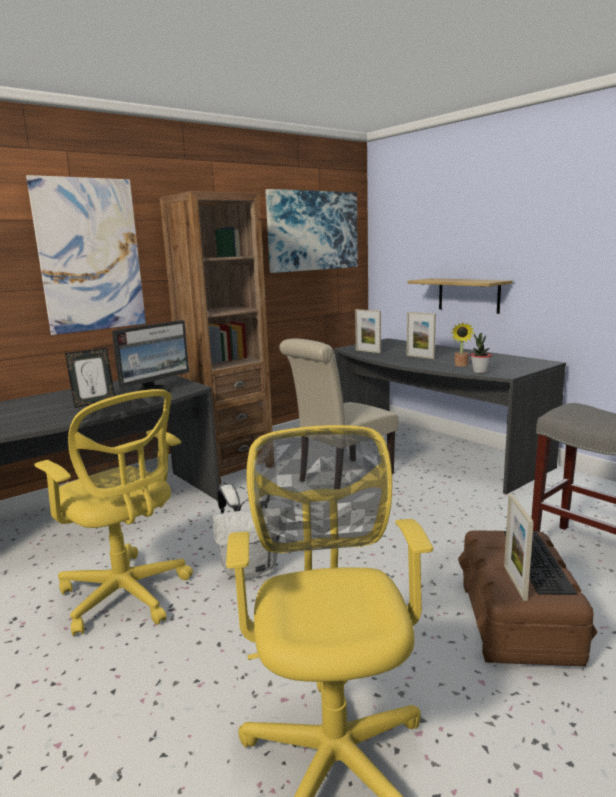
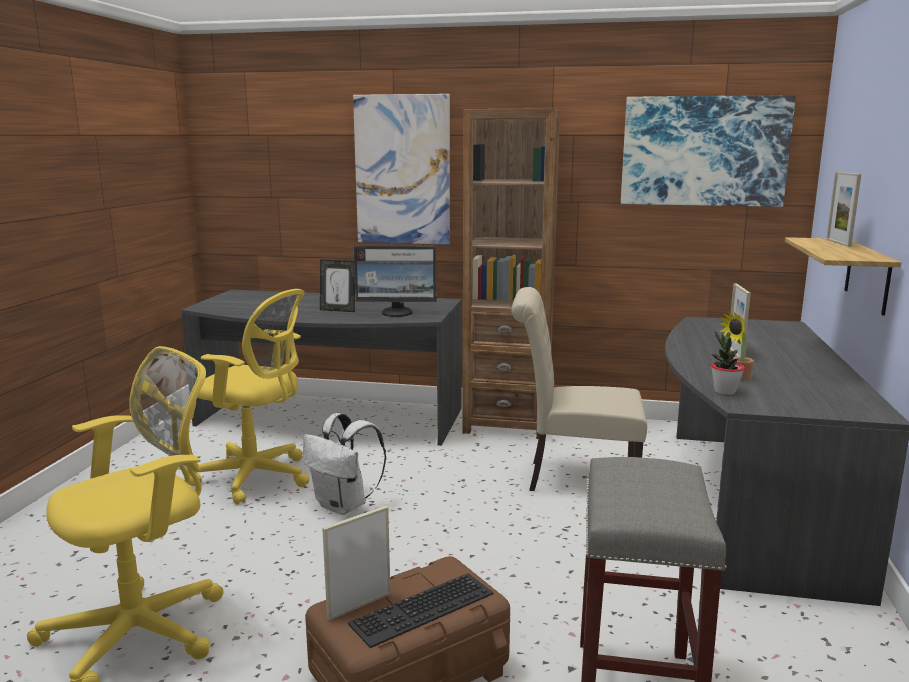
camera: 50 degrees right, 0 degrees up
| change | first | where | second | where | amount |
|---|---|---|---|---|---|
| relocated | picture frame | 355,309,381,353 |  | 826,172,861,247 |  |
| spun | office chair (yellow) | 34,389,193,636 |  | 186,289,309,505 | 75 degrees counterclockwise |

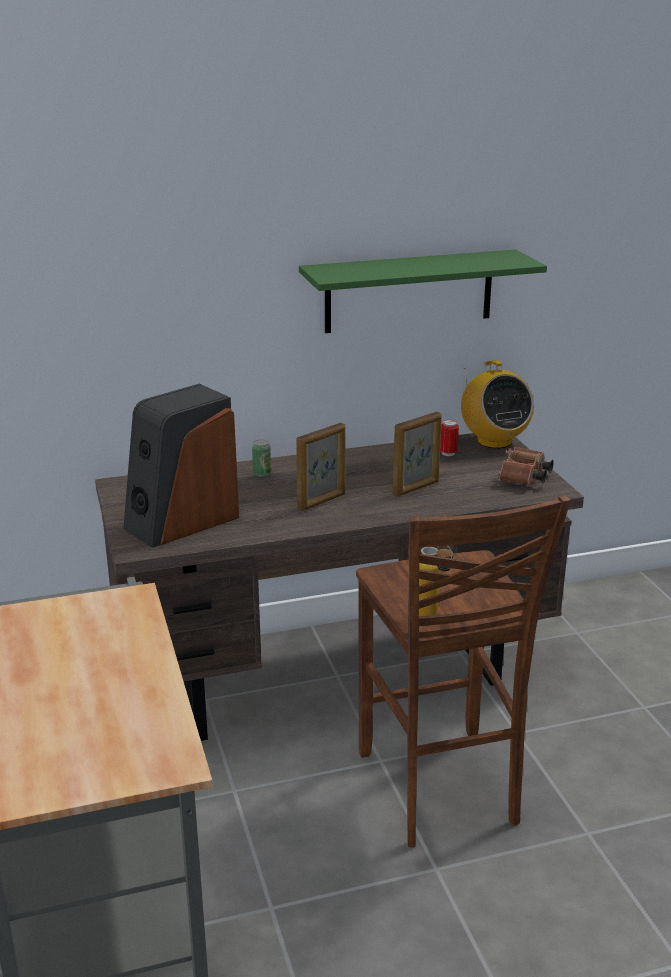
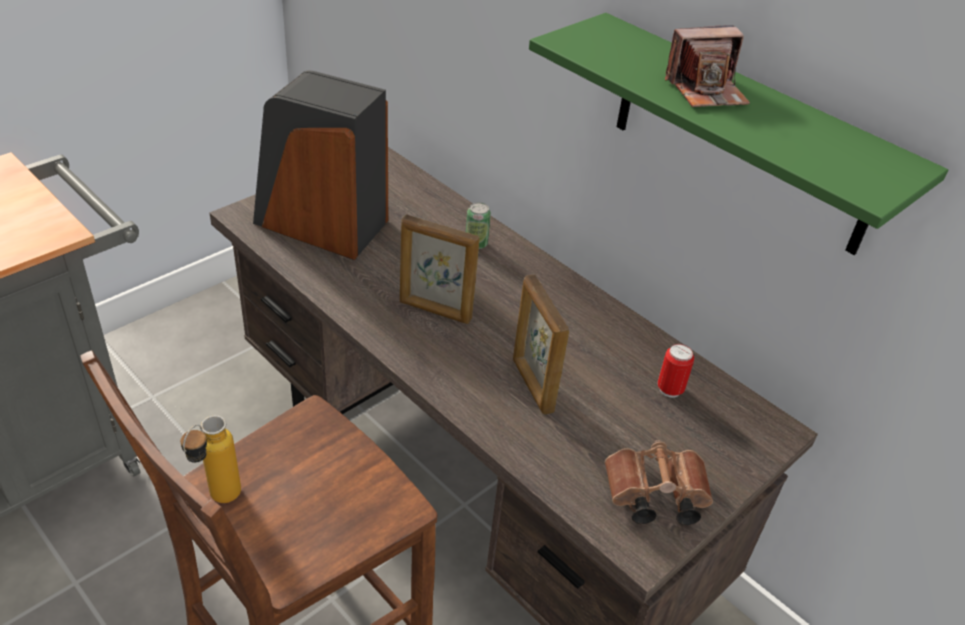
camera: 60 degrees right, 15 degrees up
| change | first | where | second | where | amount |
|---|---|---|---|---|---|
| missing | radio | 461,360,534,449 |  |  |  |
| appeared |  |  | photo camera | 665,25,750,107 |  |
| spun | picture frame | 392,412,442,497 |  | 513,275,569,415 | 45 degrees clockwise |

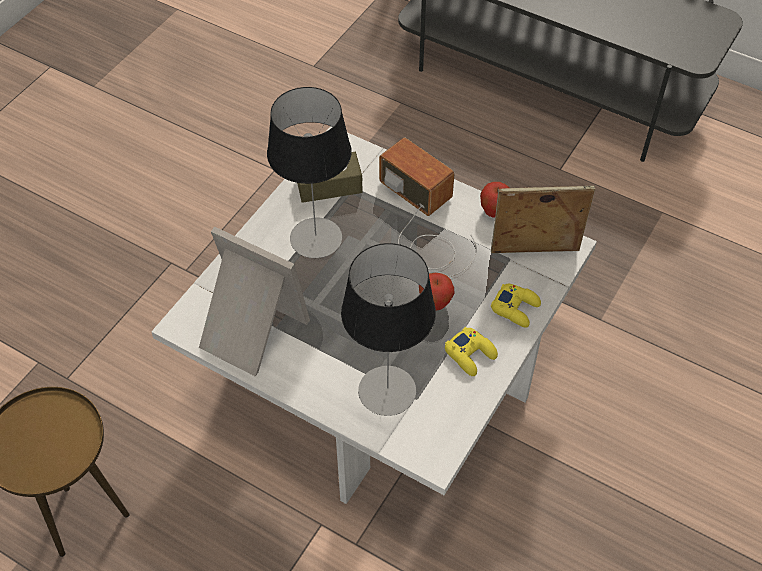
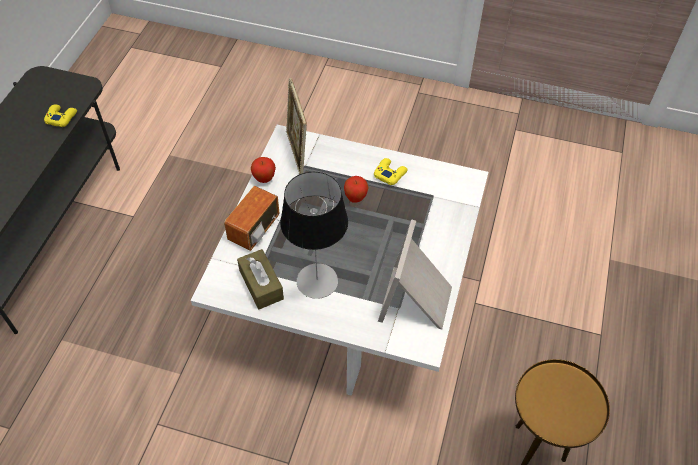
camera: 105 degrees left, 0 degrees up
| change | first | where | second | where | amount |
|---|---|---|---|---|---|
| missing | table lamp | 341,243,436,416 |  |  |  |
| relocated | game controller (yellow) | 491,284,541,328 |  | 44,104,77,127 |  |

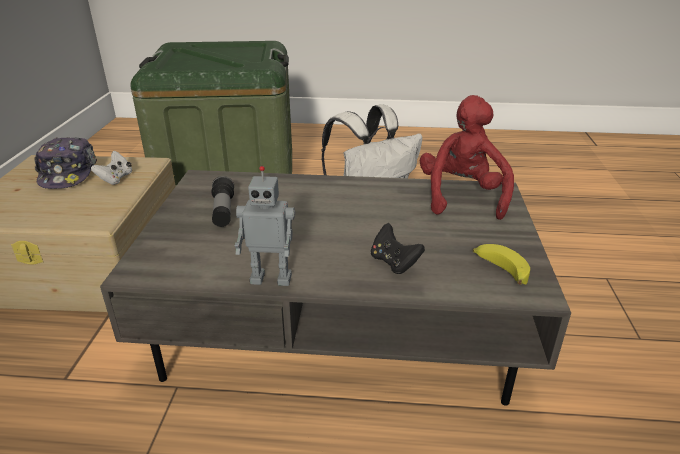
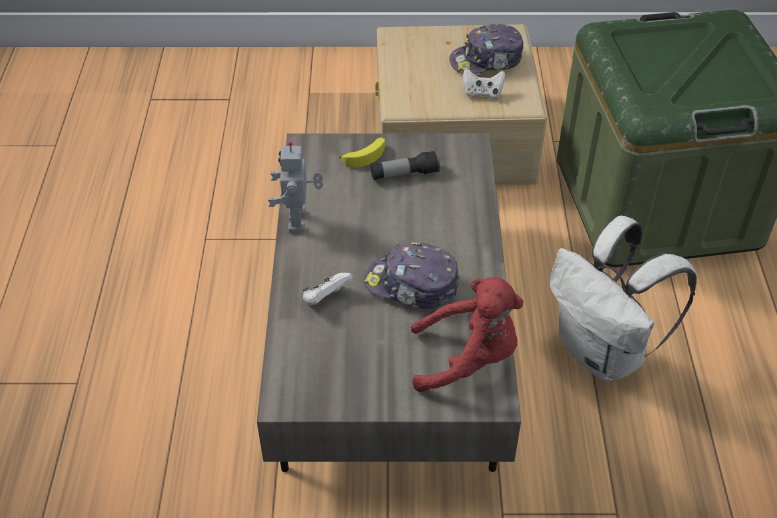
camera: 85 degrees right, 15 degrees up
| change | first | where | second | where | amount |
|---|---|---|---|---|---|
| appeared |  |  | cap | 364,242,460,309 |  |
| relocated | banana | 473,244,530,285 |  | 339,137,385,168 |  |
| colour | game controller (black) | 371,223,425,274 | game controller (white) | 303,273,353,305 |  |

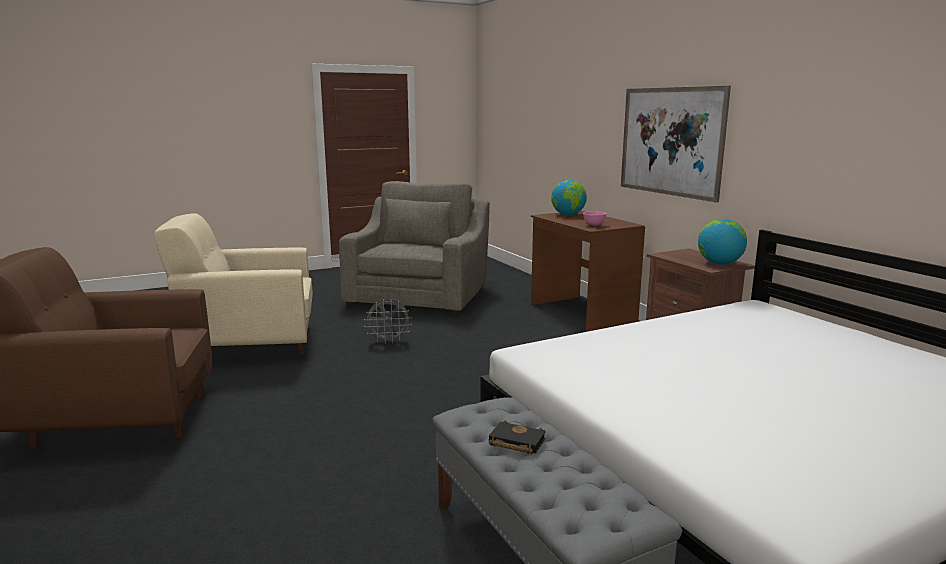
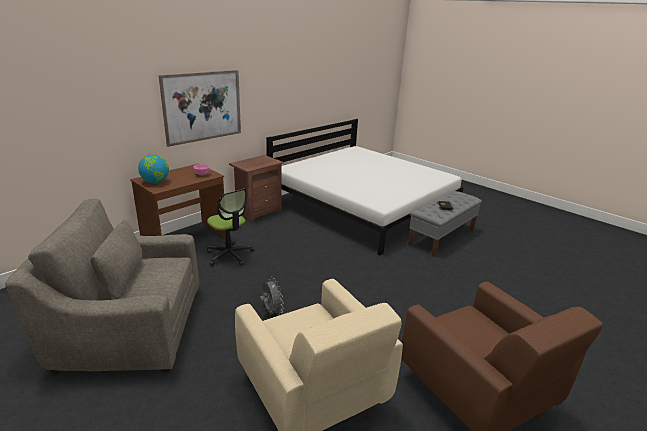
camera: 110 degrees left, 10 degrees up
| change | first | where | second | where | amount |
|---|---|---|---|---|---|
| missing | globe | 698,219,747,265 |  |  |  |
| appeared |  |  | office chair | 207,189,254,266 |  |

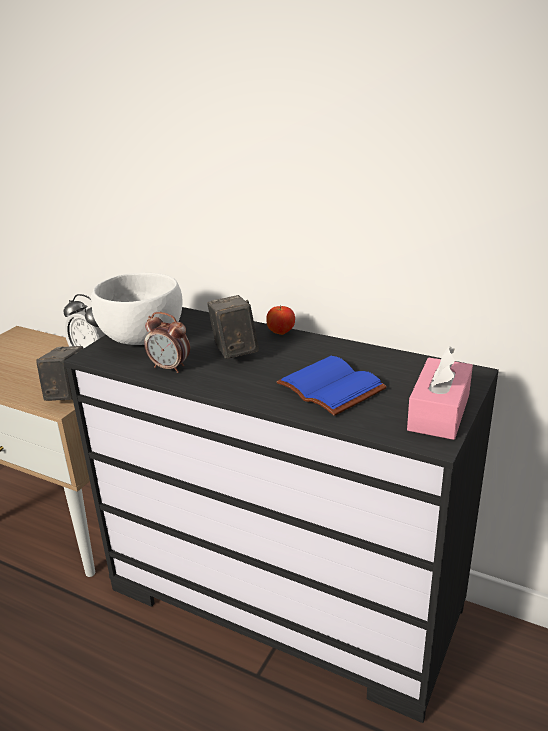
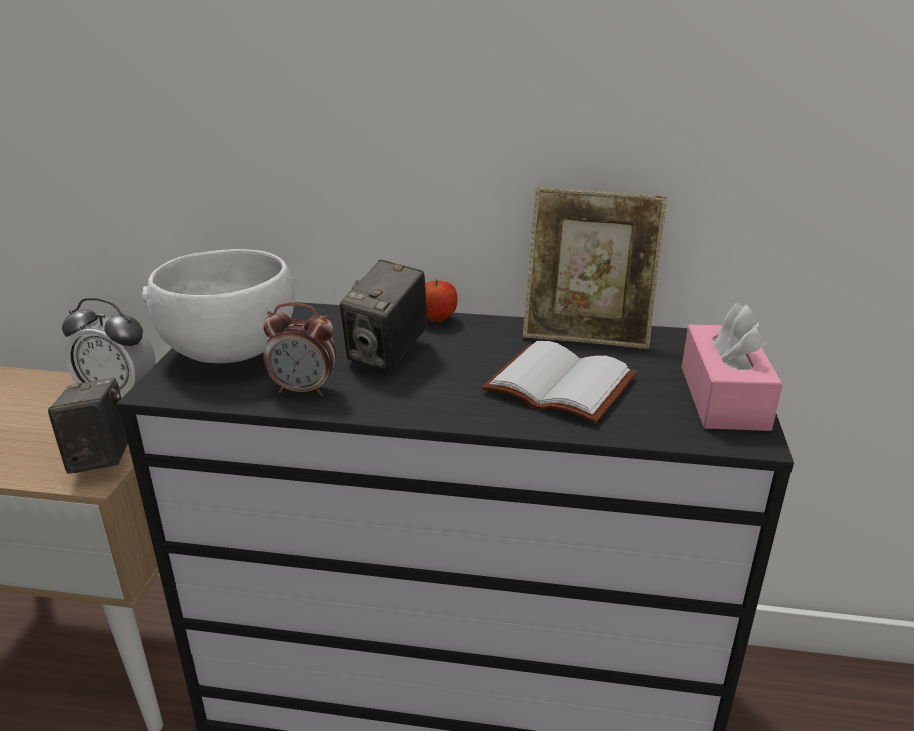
camera: 20 degrees left, 0 degrees up
| change | first | where | second | where | amount |
|---|---|---|---|---|---|
| appeared |  |  | picture frame | 523,187,668,349 |  |
| colour | book (blue) | 276,356,387,416 | book (white) | 482,341,636,424 |  |
| spun | photo camera | 207,295,259,359 |  | 340,260,428,372 | 120 degrees counterclockwise |

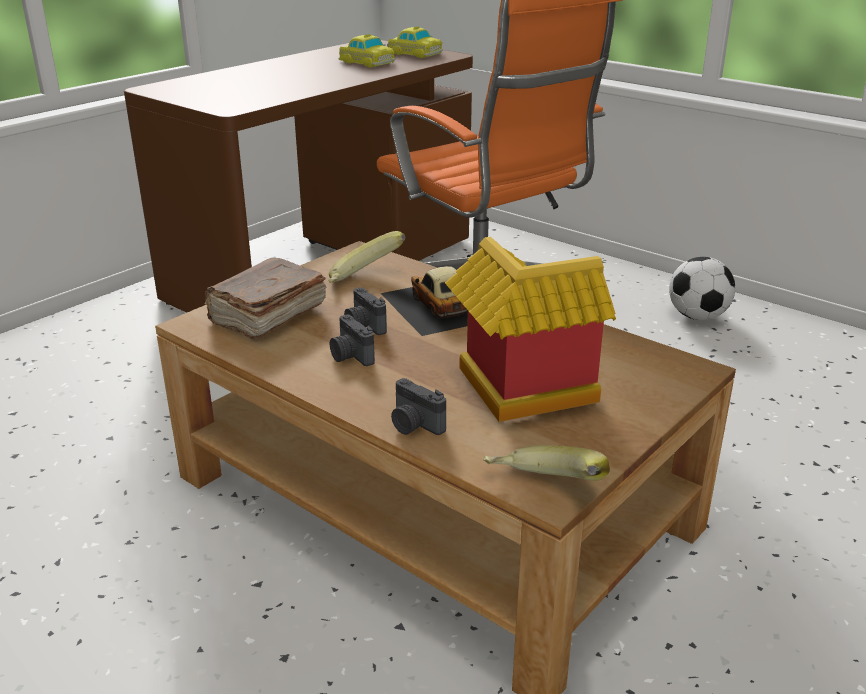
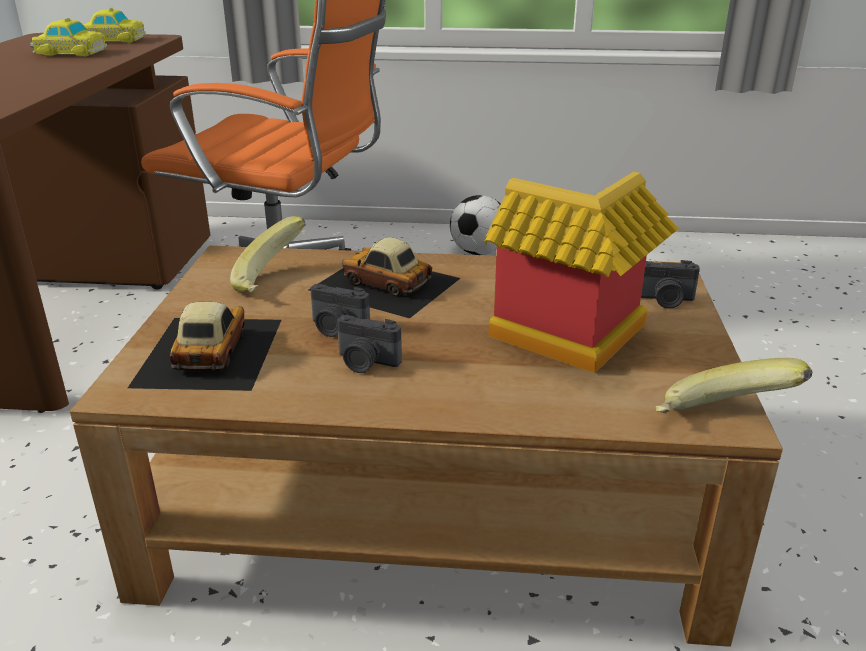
camera: 35 degrees left, 0 degrees up
| change | first | where | second | where | amount |
|---|---|---|---|---|---|
| relocated | photo camera | 391,378,446,435 |  | 641,260,700,309 |  |
| exchanged | book (brown) | 204,258,326,341 | toy car | 128,301,281,391 |  |

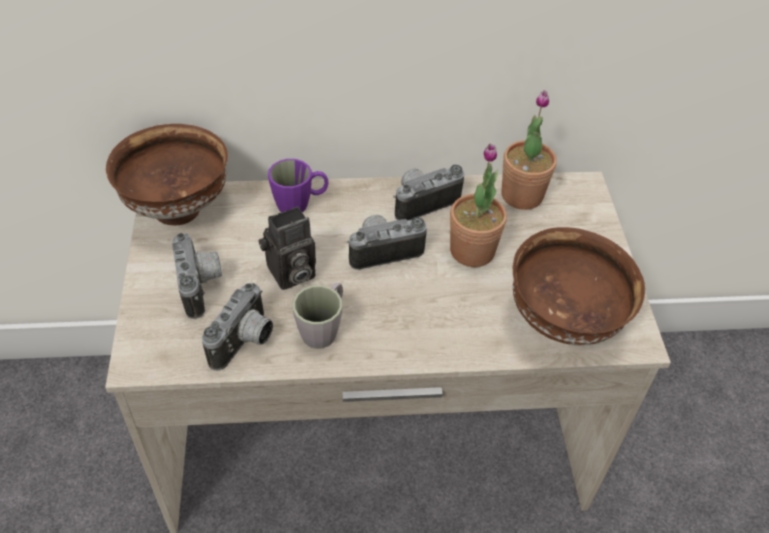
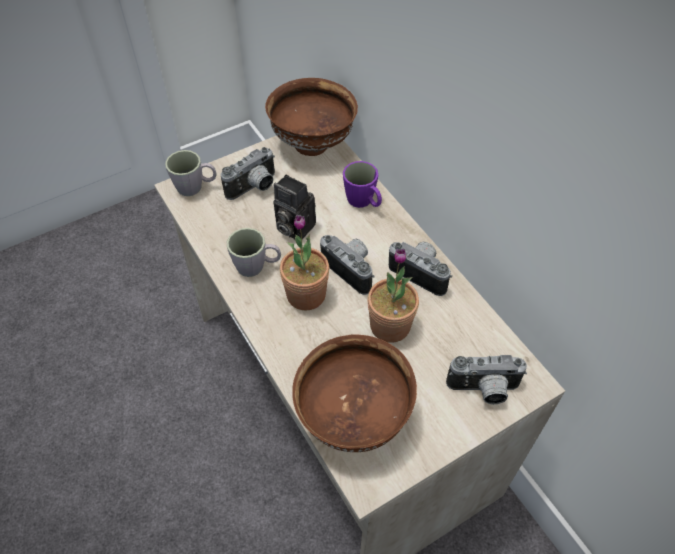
camera: 65 degrees right, 5 degrees up
| change | first | where | second | where | amount |
|---|---|---|---|---|---|
| appeared |  |  | mug (grey) | 165,150,217,196 |  |
| relocated | photo camera | 202,283,273,371 |  | 446,355,527,405 |  |
| relocated | potted plant | 501,90,557,210 |  | 280,214,329,310 |  |

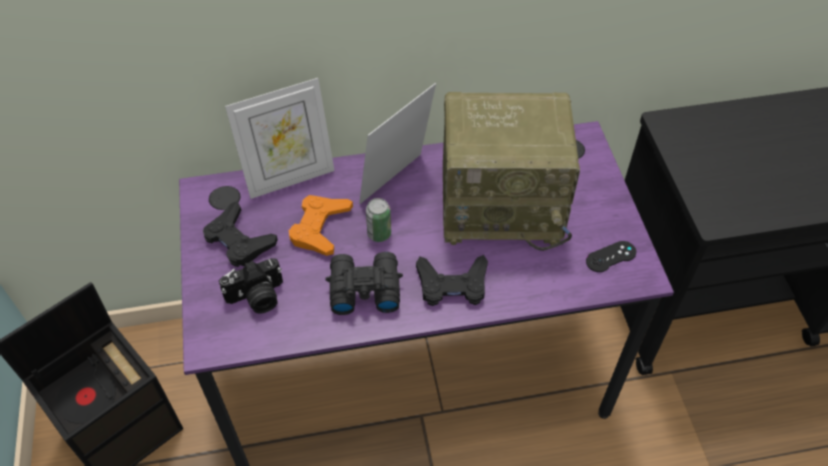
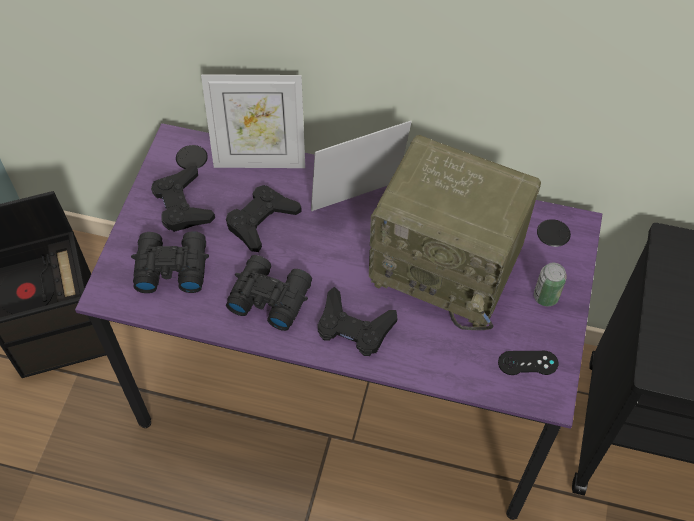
camera: 25 degrees right, 5 degrees up
| change | first | where | second | where | amount |
|---|---|---|---|---|---|
| relocated | can | 366,198,391,242 |  | 534,263,567,307 |  |
| exchanged | photo camera | 219,258,283,314 | binoculars (black) | 131,231,209,293 |  |
| colour | game controller (orange) | 289,195,353,256 | game controller (black) | 226,185,302,252 |  |

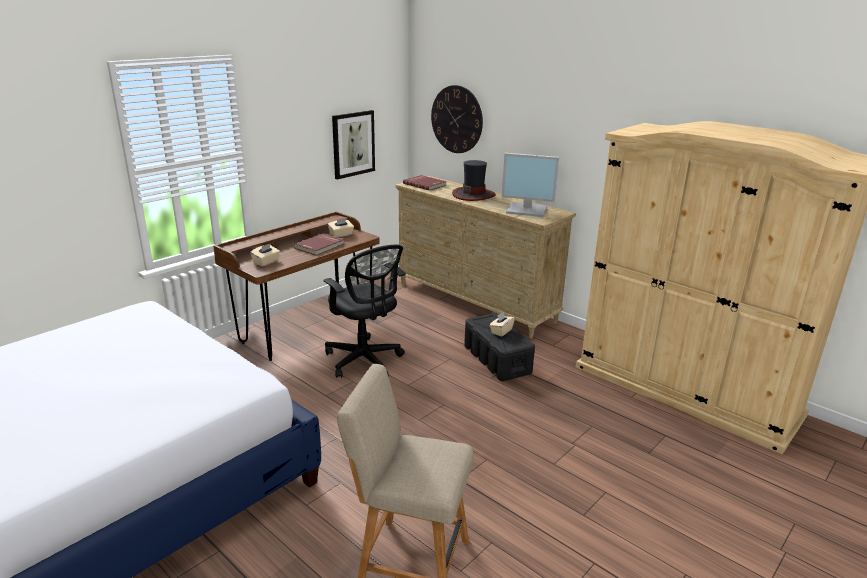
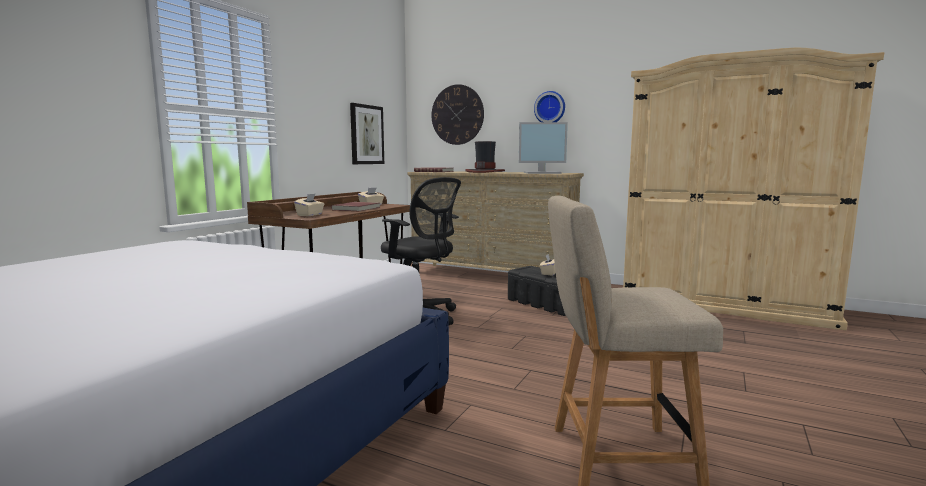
camera: 15 degrees left, 15 degrees down
| change | first | where | second | where | amount |
|---|---|---|---|---|---|
| appeared |  |  | wall clock | 534,91,565,122 |  |

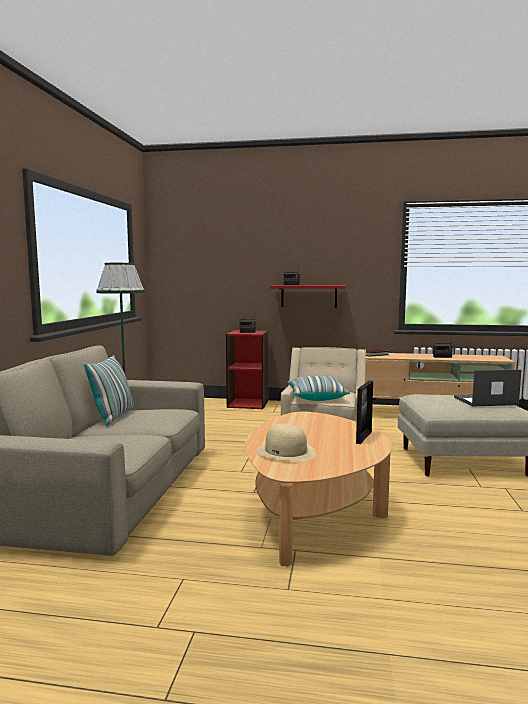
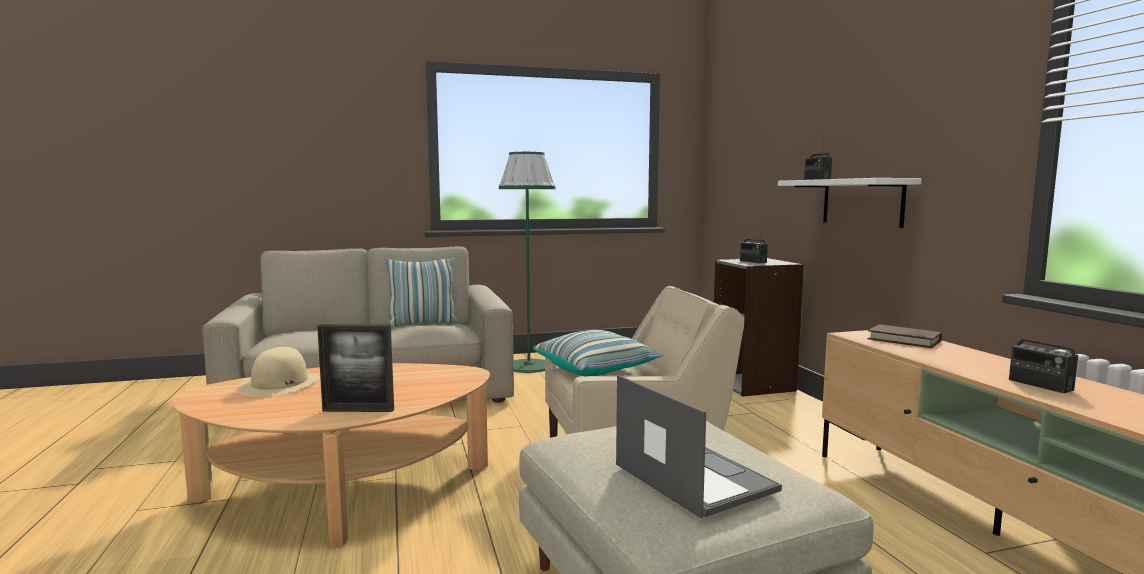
camera: 65 degrees right, 0 degrees up
| change | first | where | second | where | amount |
|---|---|---|---|---|---|
| colour | bookcase (red) | 226,330,269,409 | bookcase (grey) | 714,258,804,397 |  |
| colour | shelf (red) | 270,285,346,308 | shelf (white) | 778,178,922,228 |  |

